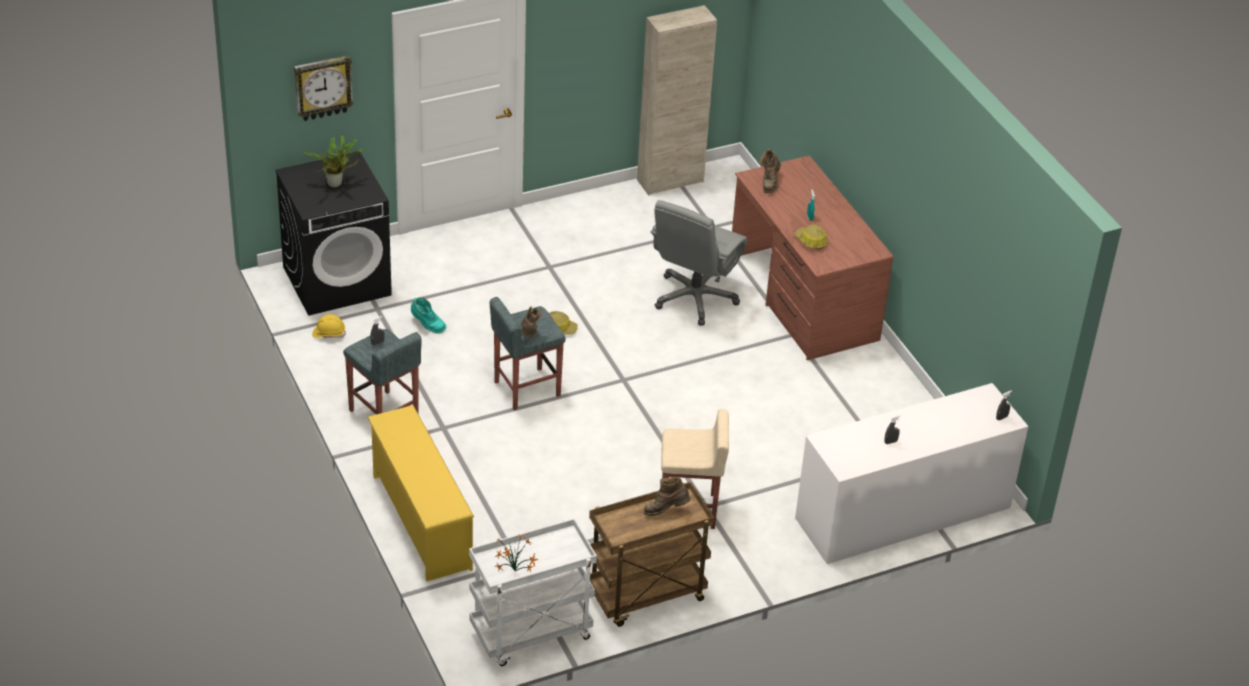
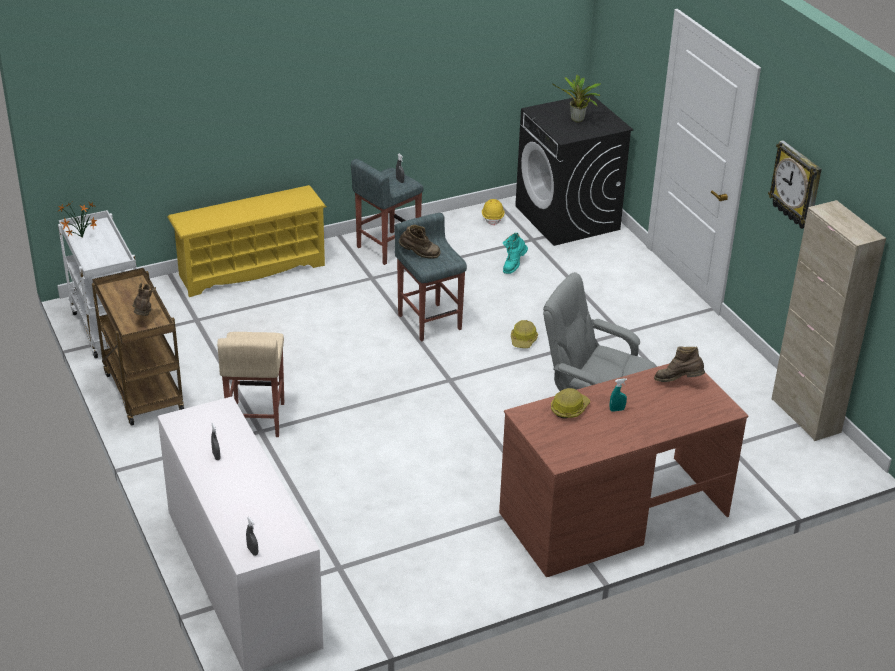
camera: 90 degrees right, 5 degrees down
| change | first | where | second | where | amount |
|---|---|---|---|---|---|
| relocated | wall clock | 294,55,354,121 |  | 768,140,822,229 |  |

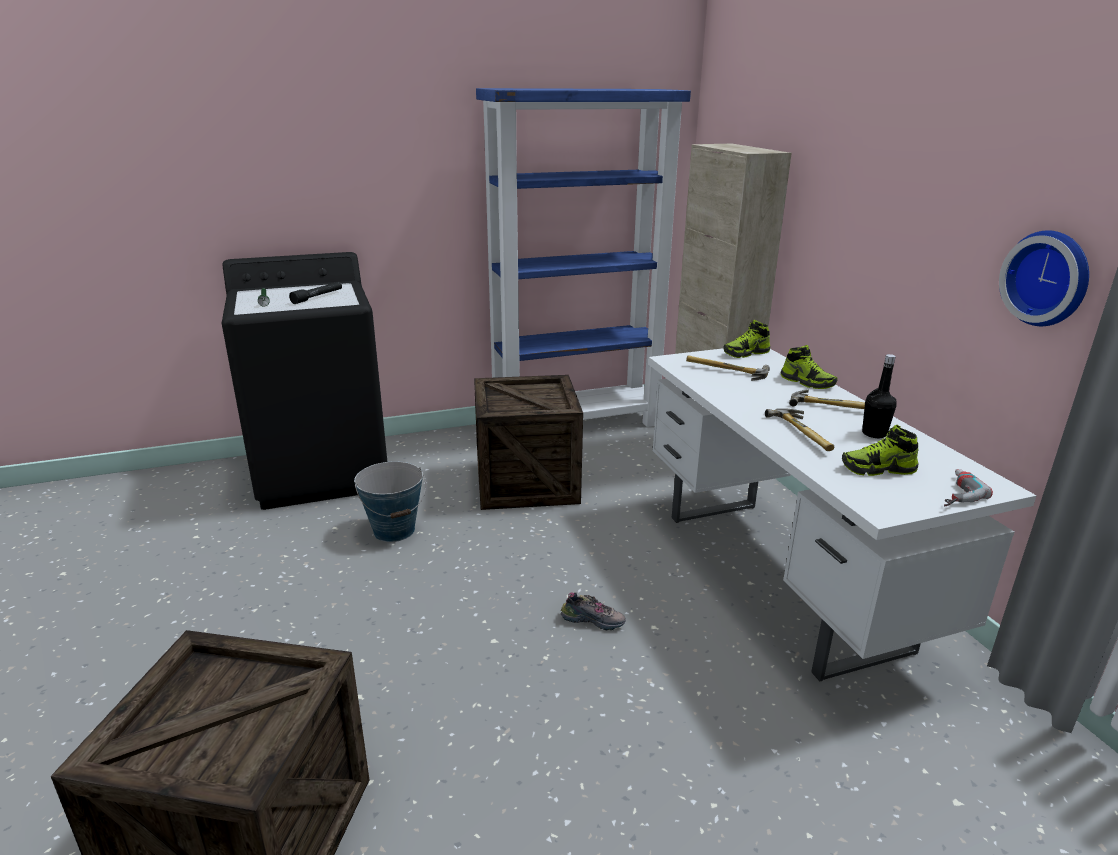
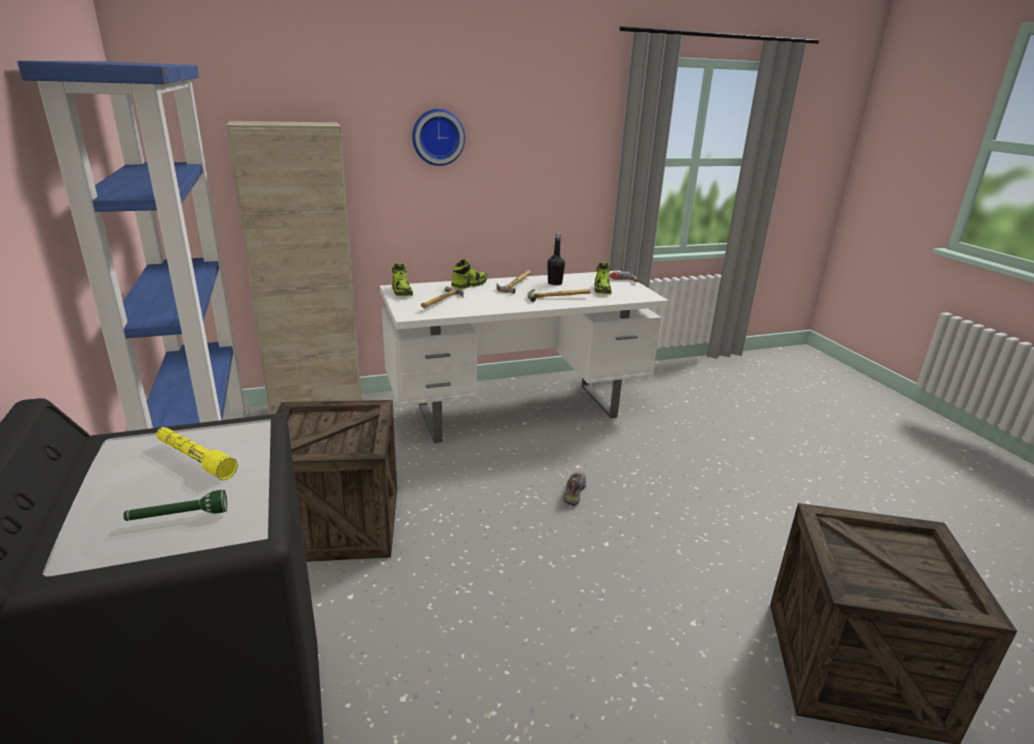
camera: 90 degrees left, 0 degrees up
| change | first | where | second | where | amount |
|---|---|---|---|---|---|
| missing | bucket | 354,461,426,542 |  |  |  |
| relocated | wall clock | 999,230,1089,326 |  | 412,109,465,166 |  |
| colour | flashlight (black) | 289,282,342,304 | flashlight (yellow) | 156,427,238,480 |  |

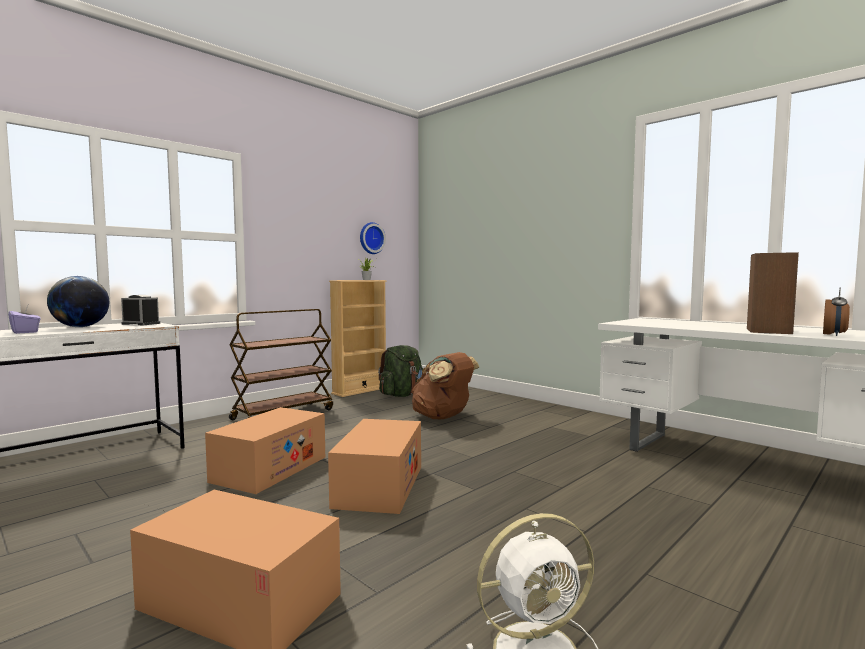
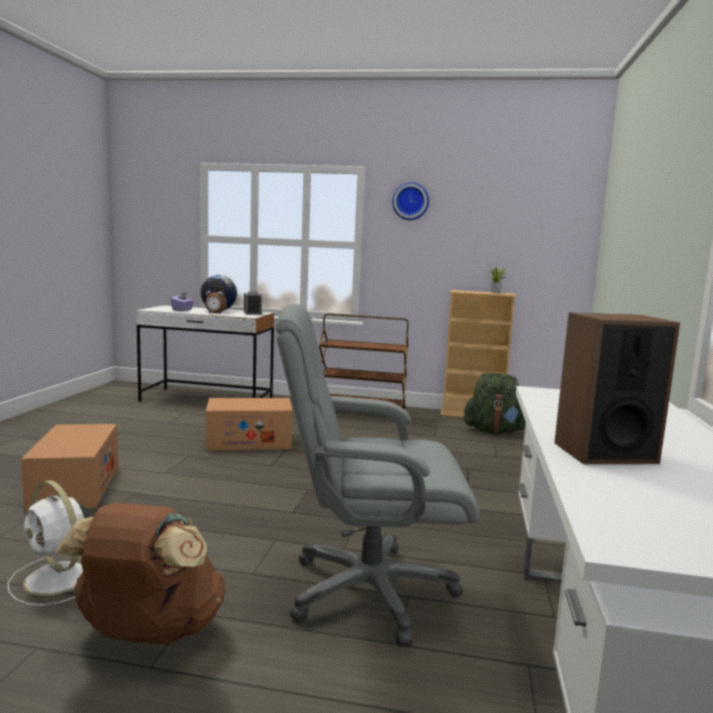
camera: 55 degrees right, 5 degrees up
| change | first | where | second | where | amount |
|---|---|---|---|---|---|
| missing | cardboard box | 328,419,421,514 |  |  |  |
| appeared |  |  | office chair (grey) | 276,304,479,647 |  |
| relocated | wall clock | 360,222,386,254 |  | 392,182,429,220 |  |
| relocated | backpack (brown) | 411,352,479,419 |  | 55,503,225,644 |  |
| relocated | alarm clock | 823,287,850,336 |  | 205,285,227,314 |  |

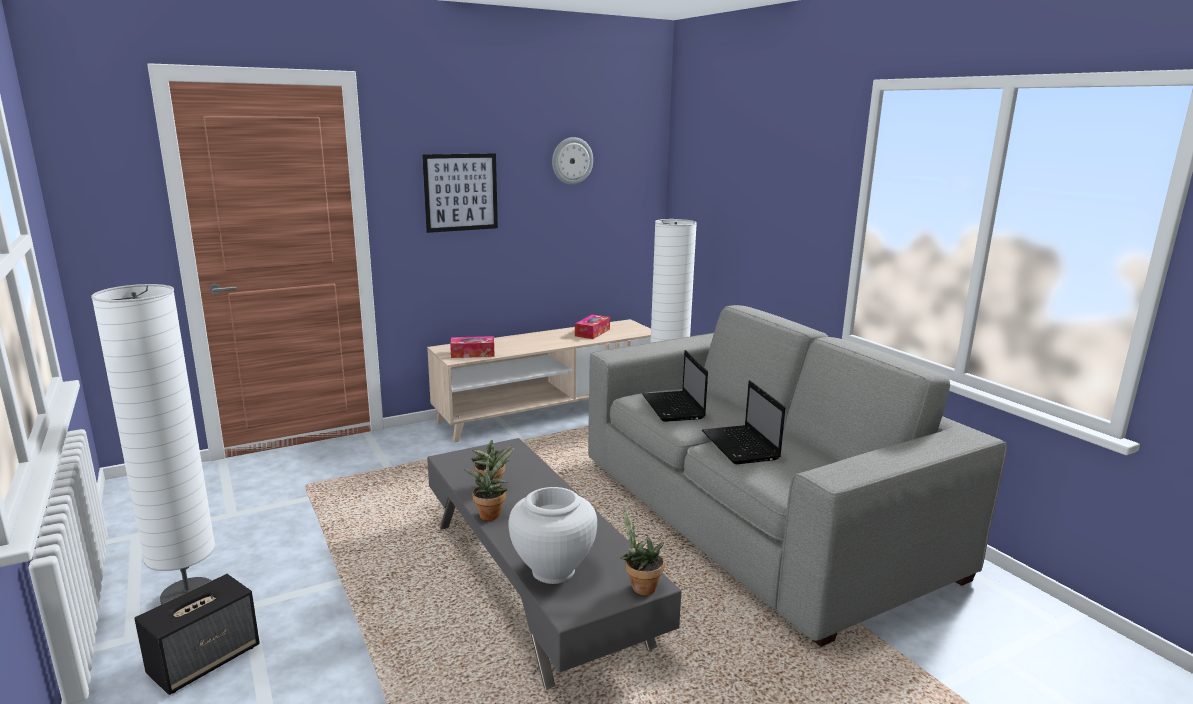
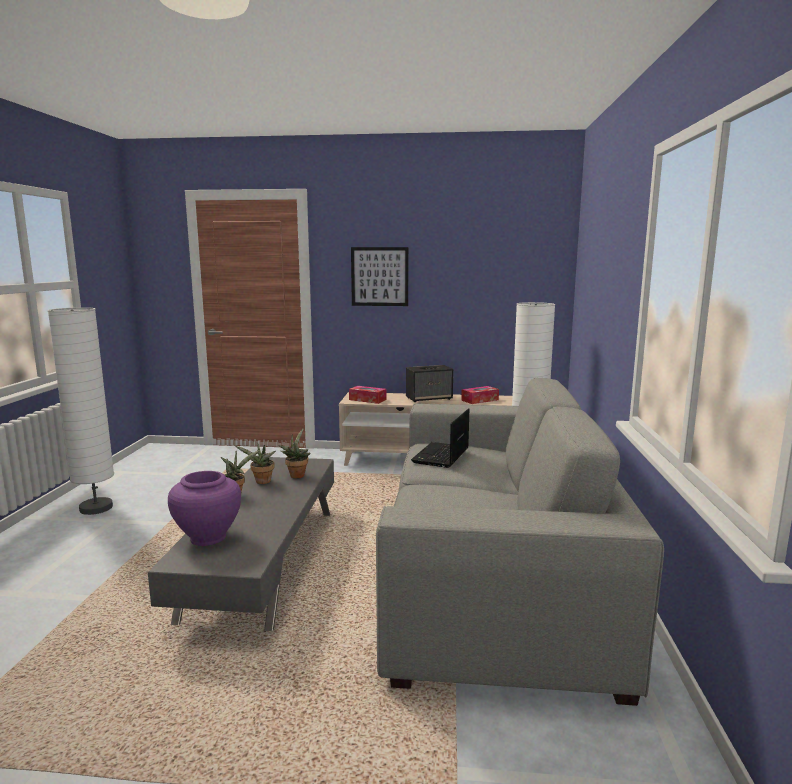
camera: 35 degrees right, 5 degrees down
| change | first | where | second | where | amount |
|---|---|---|---|---|---|
| missing | wall clock | 552,137,593,185 |  |  |  |
| missing | laptop | 702,380,785,464 |  |  |  |
| relocated | speaker | 134,574,260,695 |  | 406,365,453,402 |  |
| relocated | potted plant | 620,506,664,595 |  | 278,429,310,478 |  |
| colour | vase (white) | 509,487,597,584 | vase (purple) | 168,471,241,546 |  |

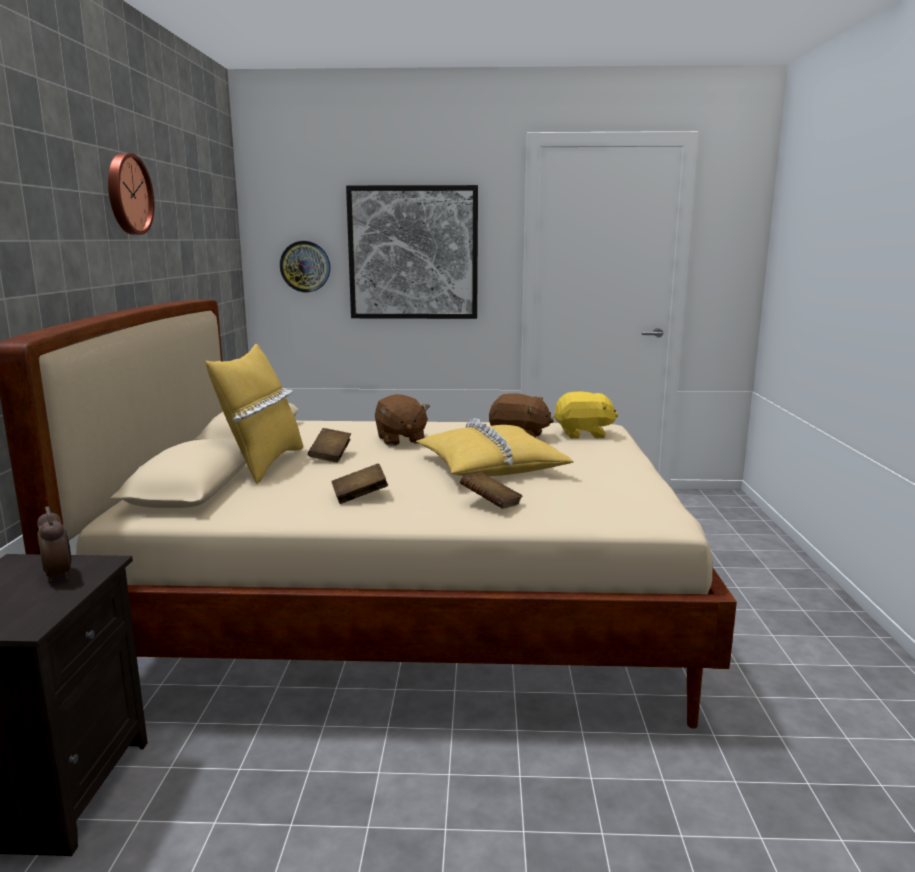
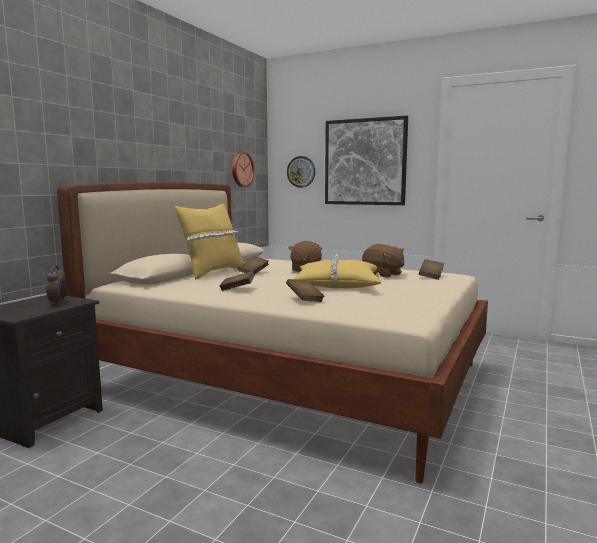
camera: 25 degrees right, 5 degrees down
| change | first | where | second | where | amount |
|---|---|---|---|---|---|
| relocated | wall clock | 108,153,154,235 |  | 232,152,254,187 |  |
| exchanged | plush toy (yellow) | 553,392,619,438 | book (brown) | 419,259,444,280 |  |

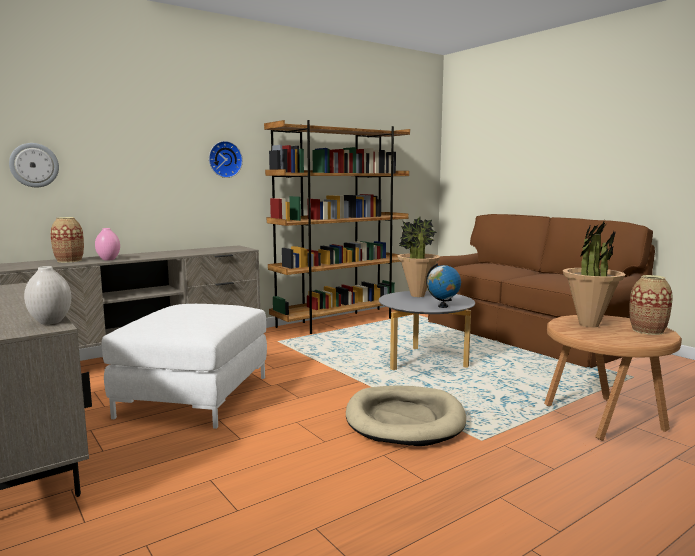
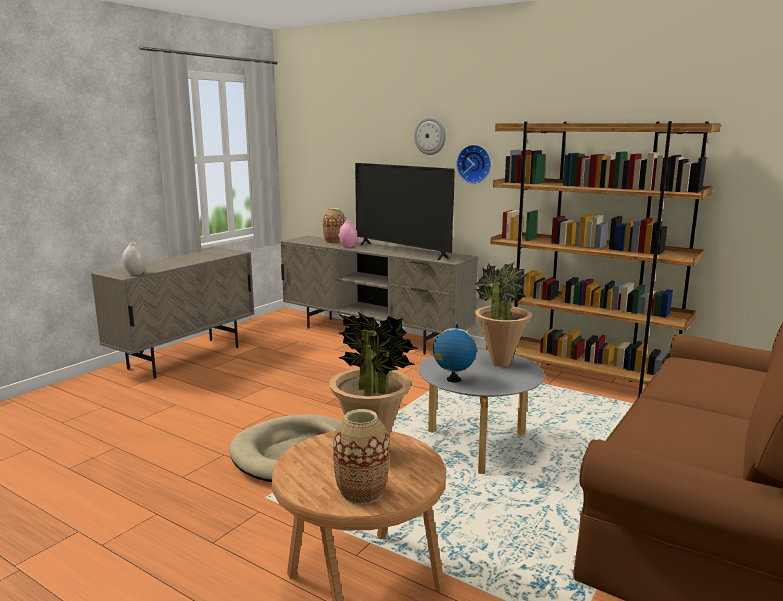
camera: 70 degrees right, 5 degrees up
| change | first | where | second | where | amount |
|---|---|---|---|---|---|
| missing | ottoman (white) | 102,304,267,429 |  |  |  |
| appeared |  |  | television | 355,163,455,260 |  |
| relocated | wall clock | 9,143,59,188 |  | 414,117,446,155 |  |

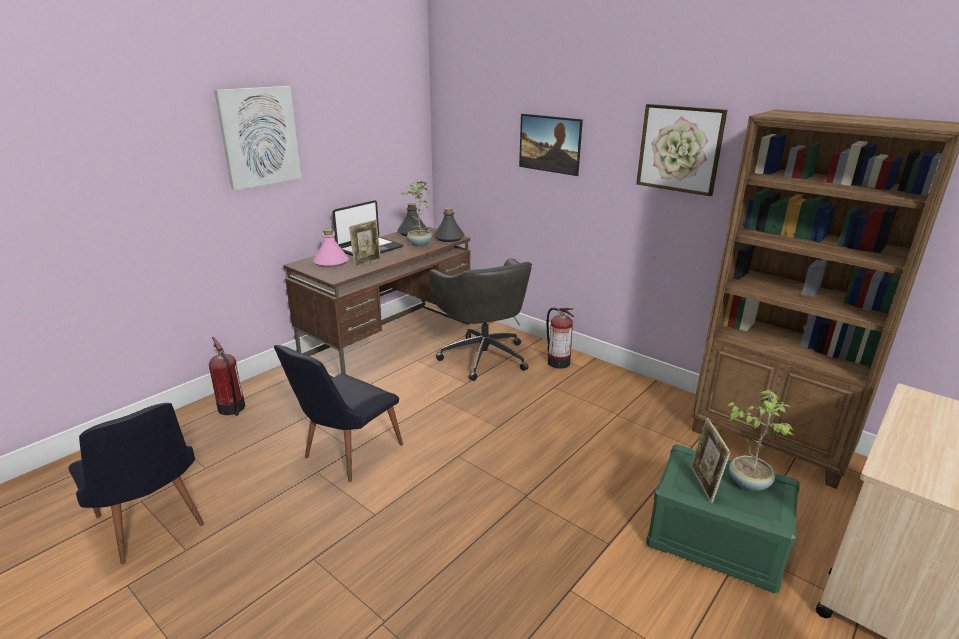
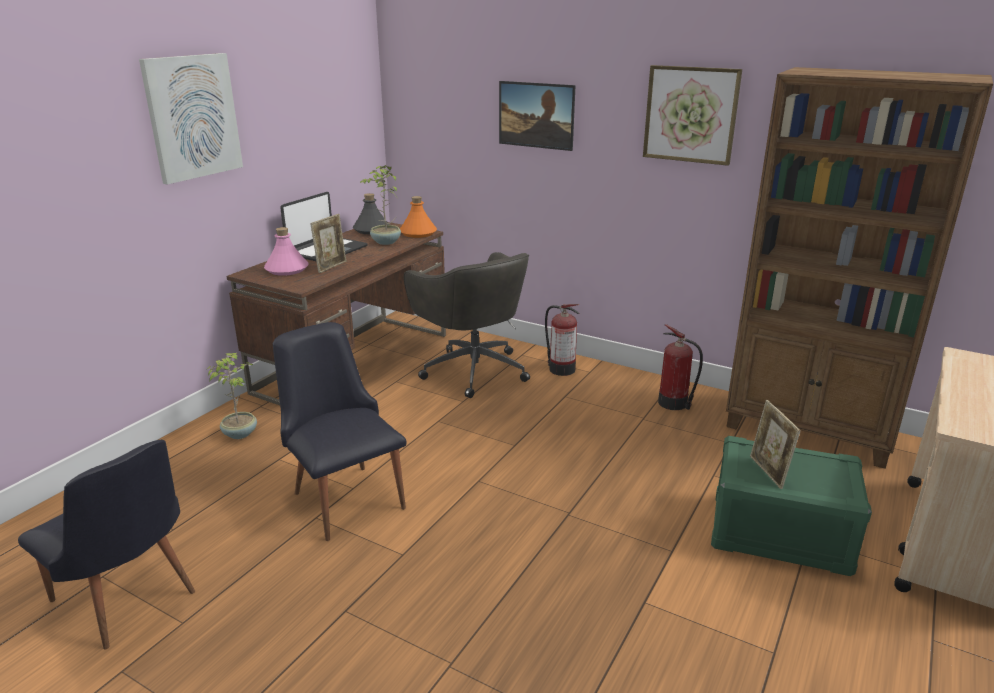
camera: 10 degrees left, 0 degrees up
| change | first | where | second | where | amount |
|---|---|---|---|---|---|
| relocated | fire extinguisher | 209,337,245,416 |  | 658,324,703,410 |  |
| relocated | potted plant | 726,389,794,491 |  | 206,353,257,439 |  |
| colour | bottle (grey) | 433,207,465,242 | bottle (orange) | 400,196,437,238 |  |
| spun | chair (black) | 274,345,403,482 |  | 273,322,406,541 | 120 degrees clockwise |

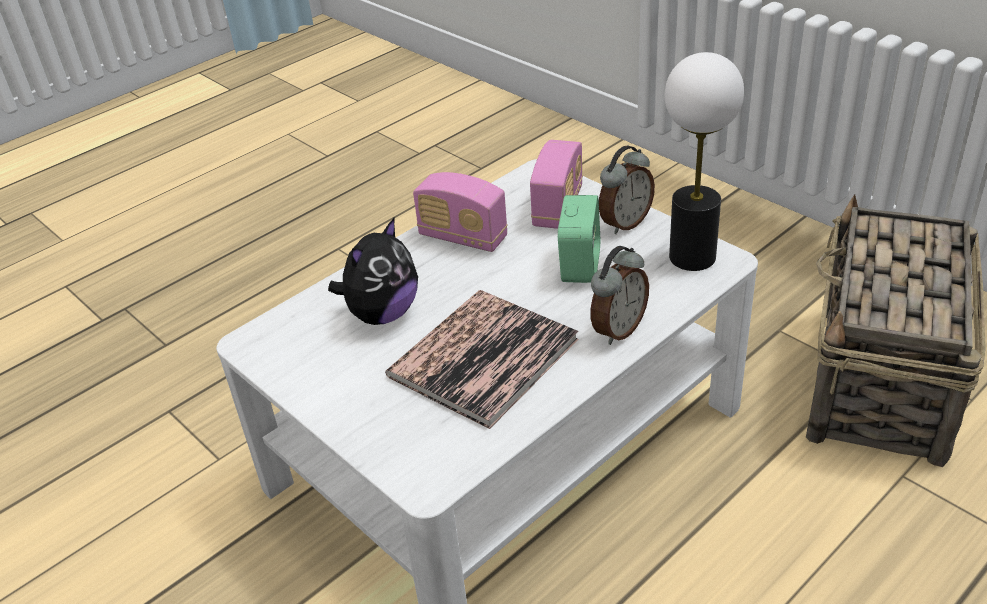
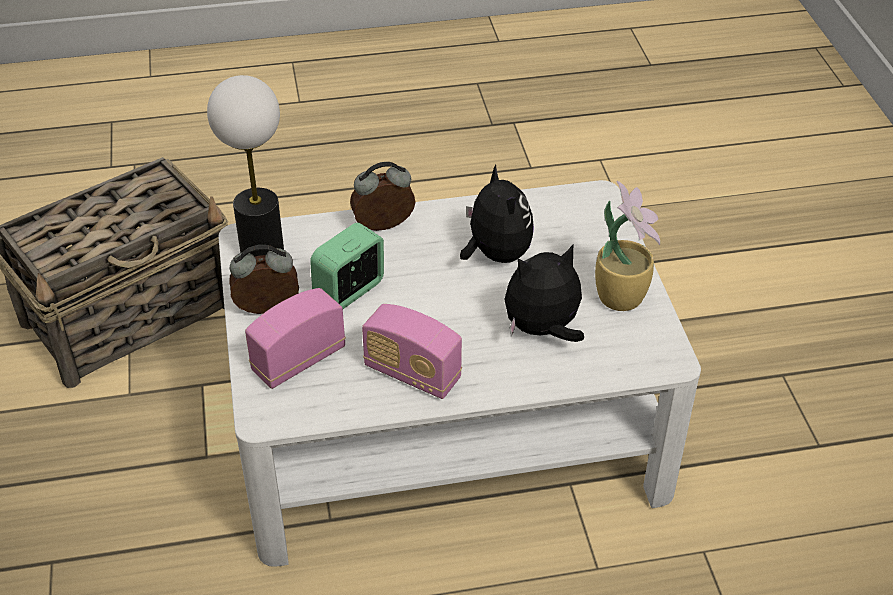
camera: 150 degrees left, 5 degrees up
| change | first | where | second | where | amount |
|---|---|---|---|---|---|
| appeared |  |  | potted plant | 595,181,660,311 |  |
| exchanged | book | 385,290,579,429 | plush toy | 460,164,534,263 |  |
| spun | radio | 413,172,508,252 |  | 362,304,462,399 | 150 degrees clockwise |

